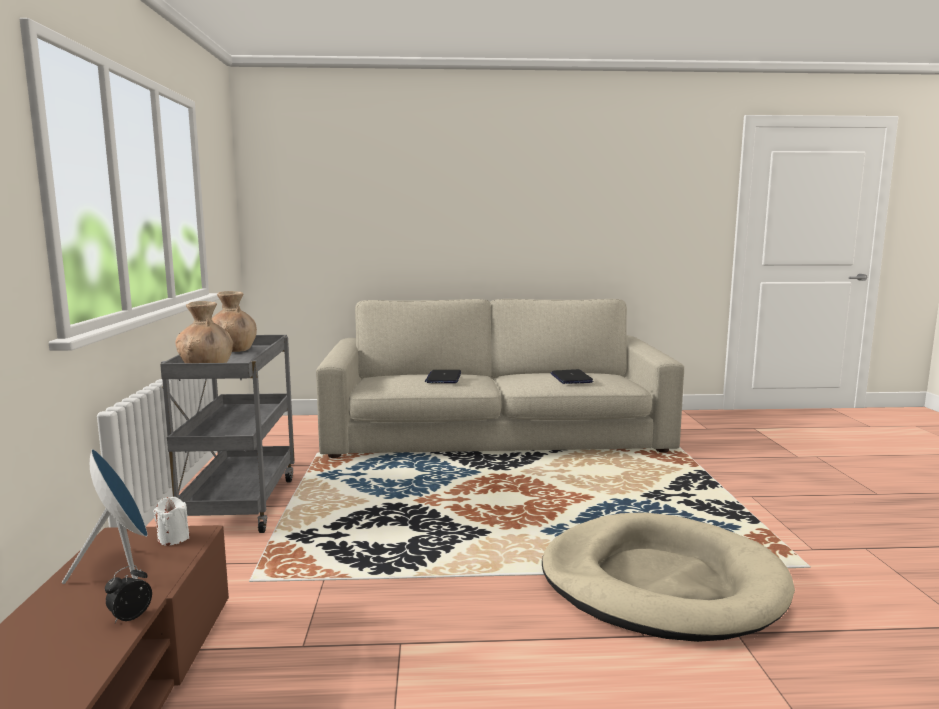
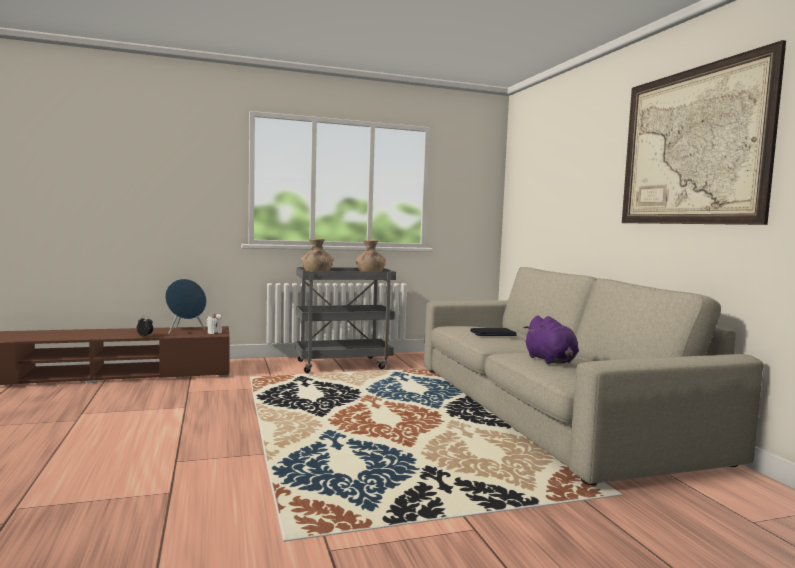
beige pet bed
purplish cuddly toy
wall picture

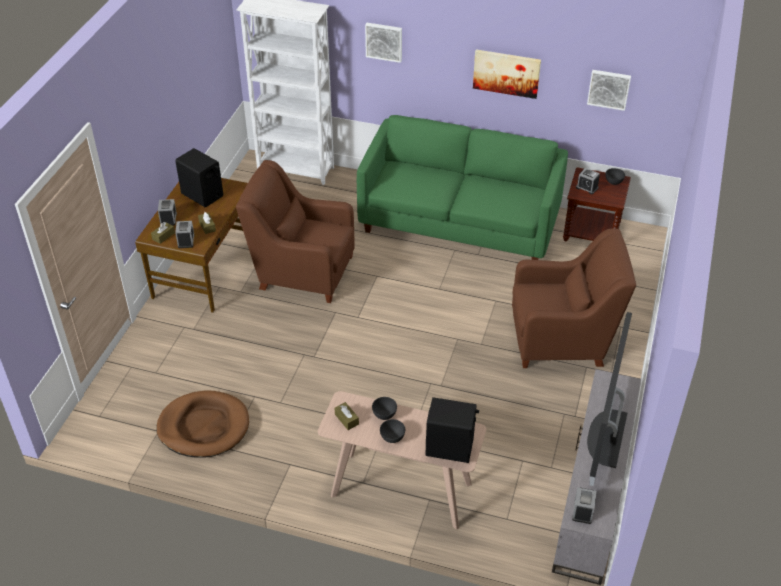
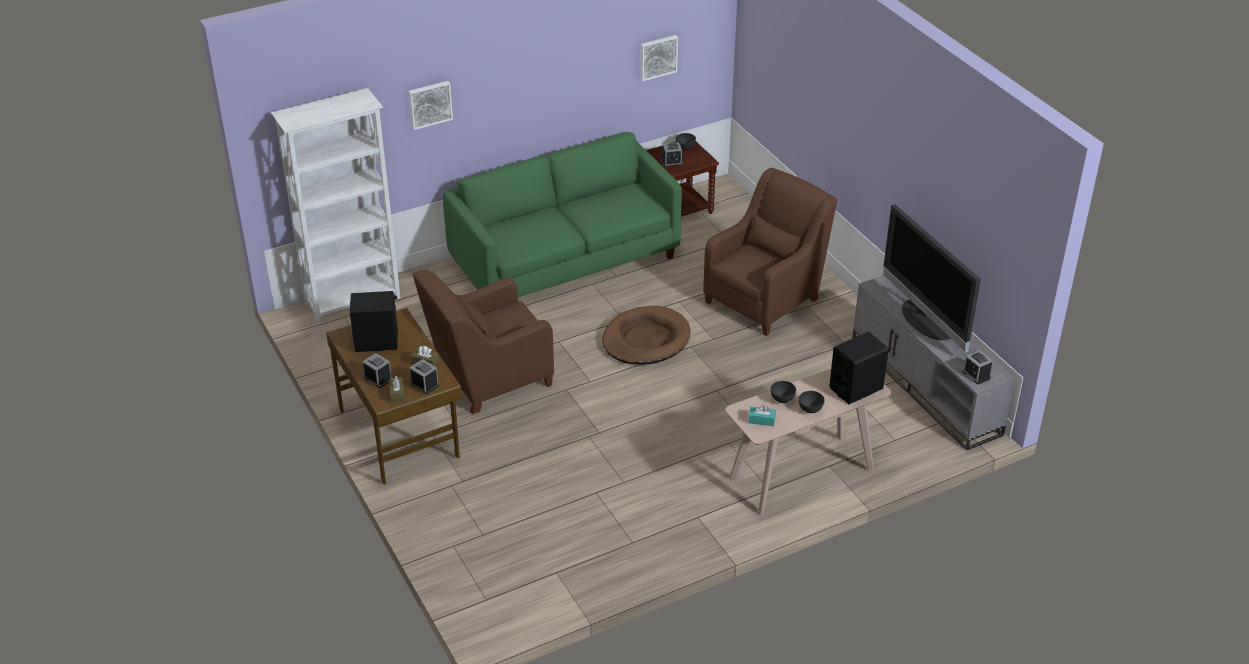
brownish pet bed
turquoise tissue box
wall picture (2nd from left in the first image)

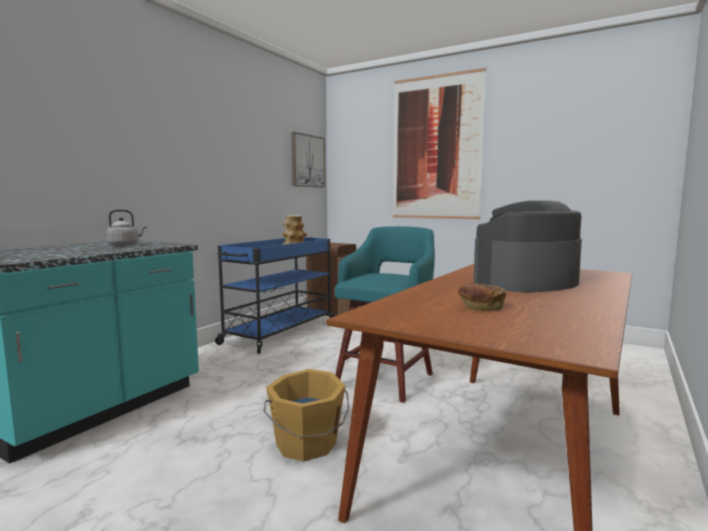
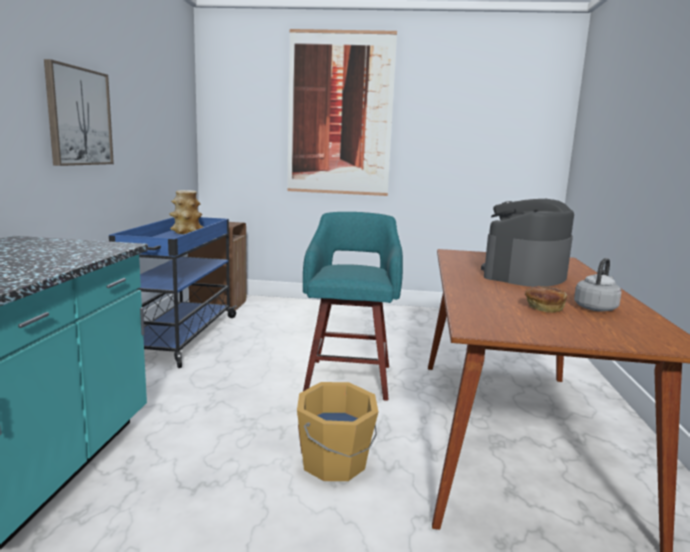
gray water kettle
wall picture (1st from left)

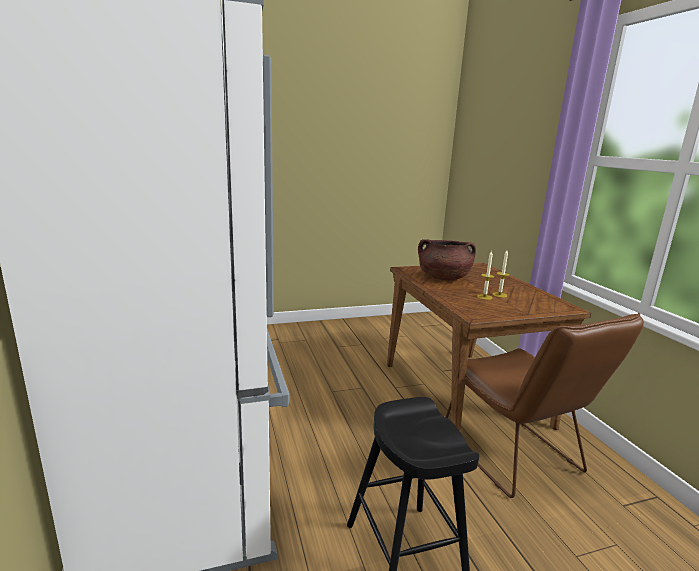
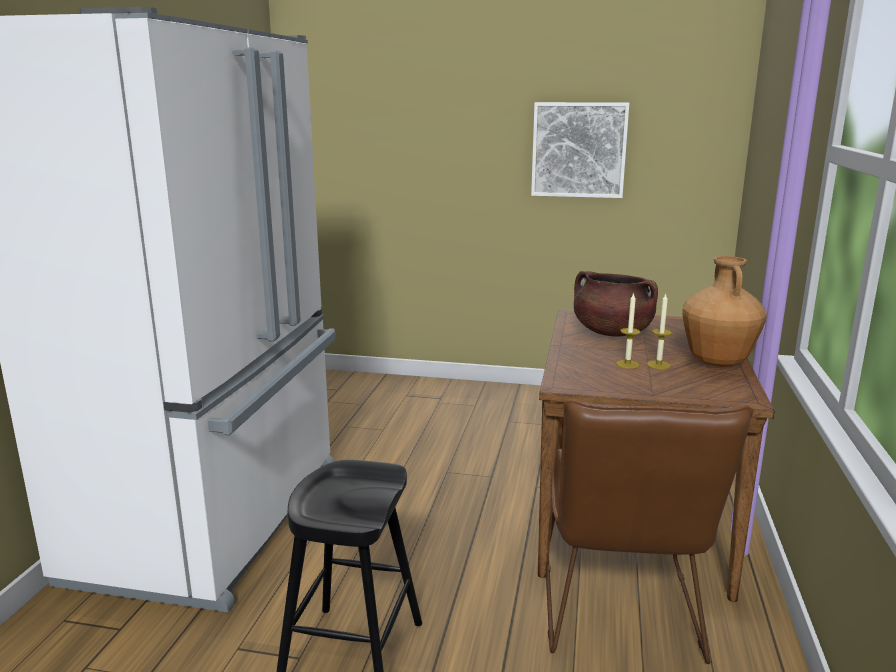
wall picture
brownish decorative vase

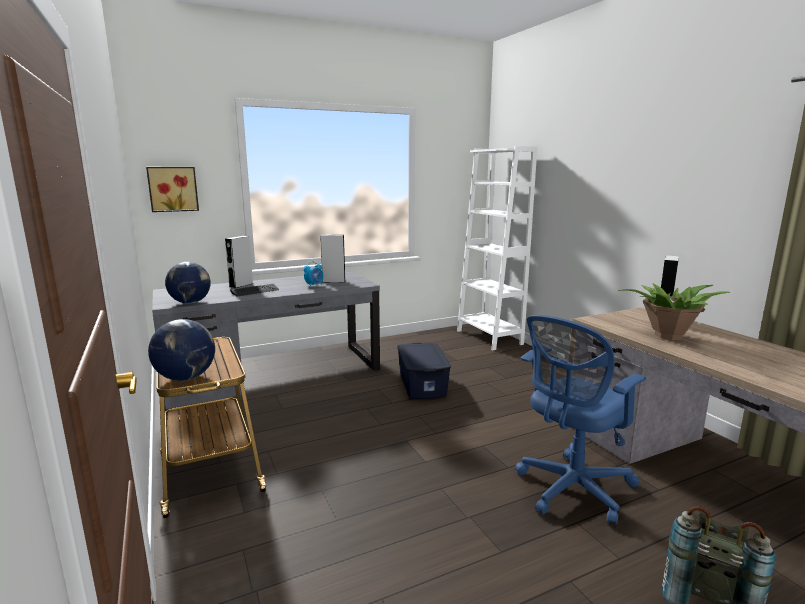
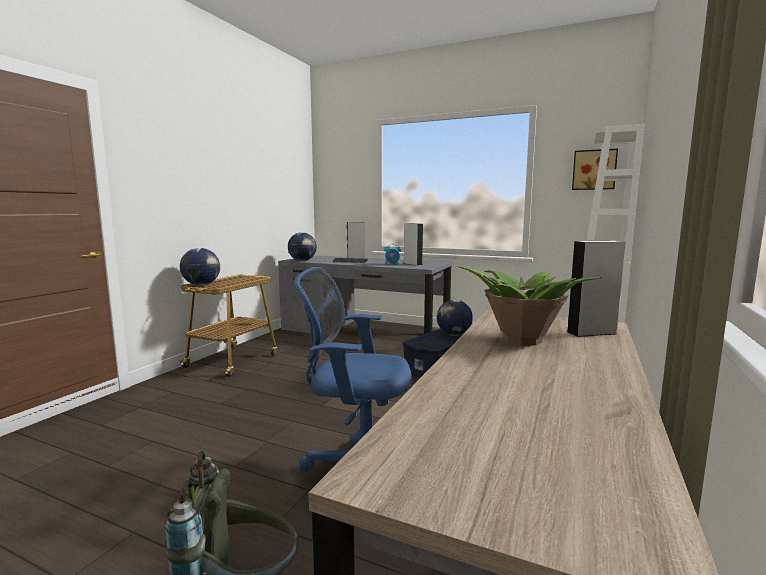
wall picture
world globe (3rd from left)

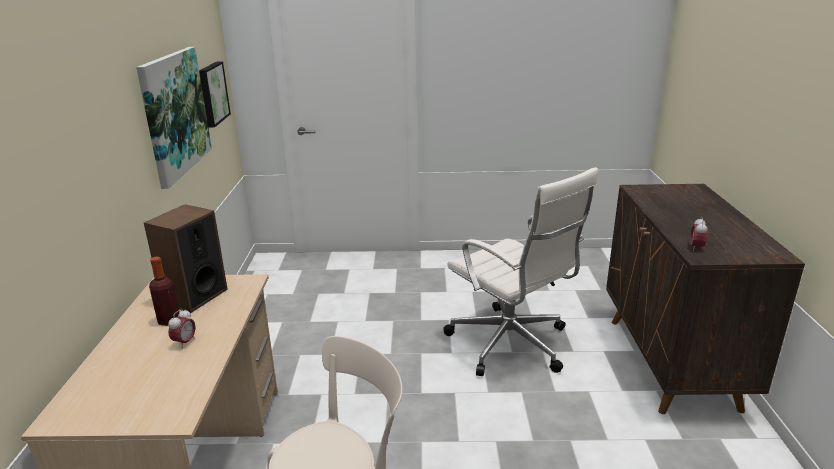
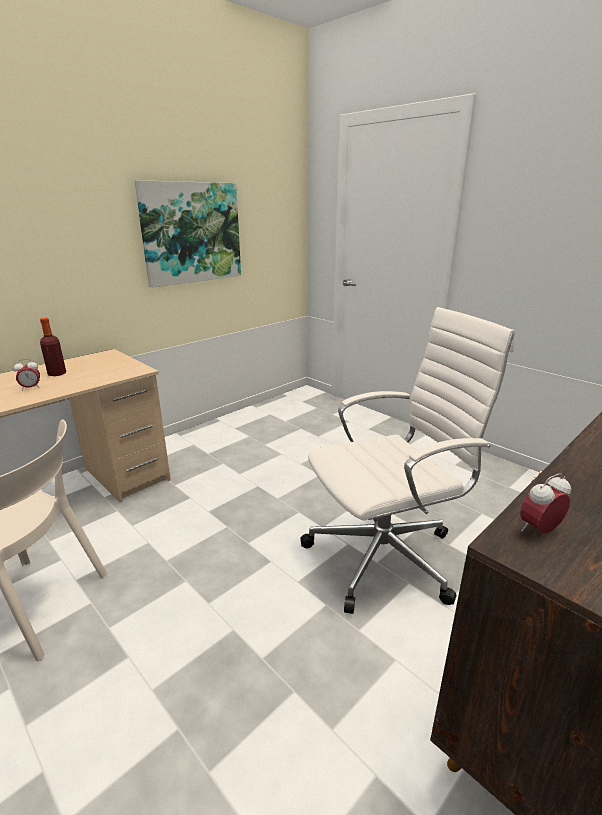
speaker
wall picture (2nd from left in the first image)
whitish office chair

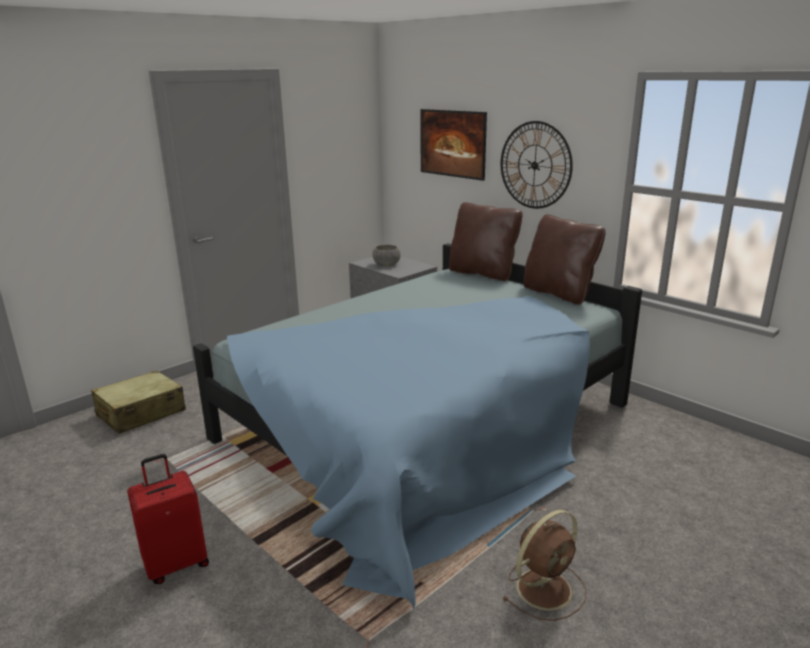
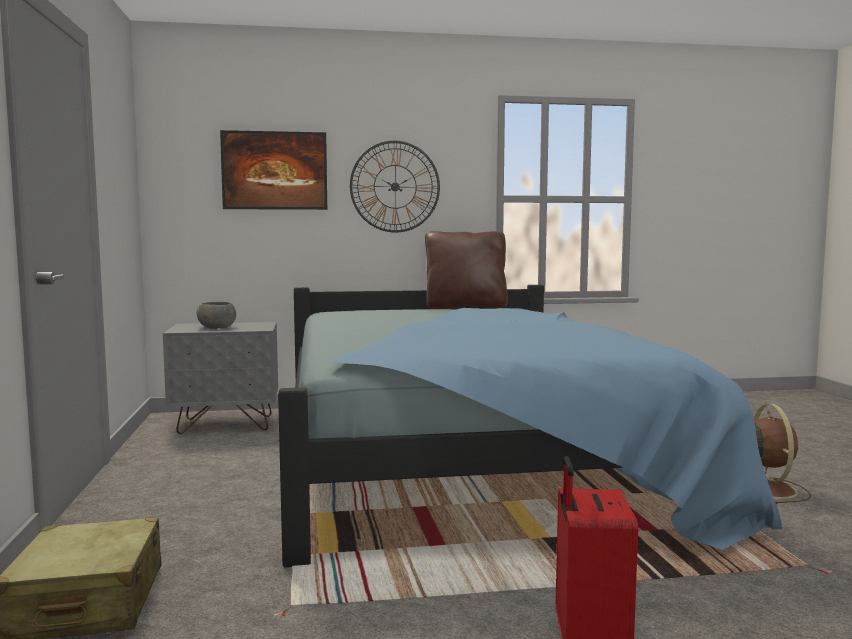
brownish cushion (1st from left in the first image)

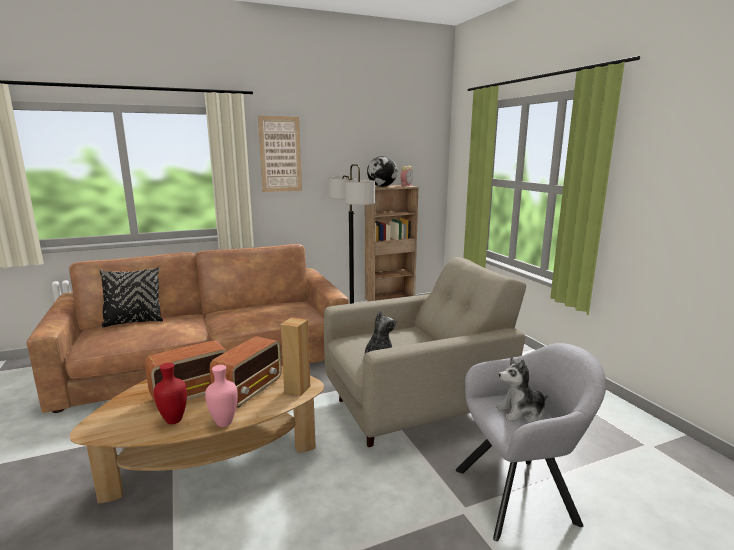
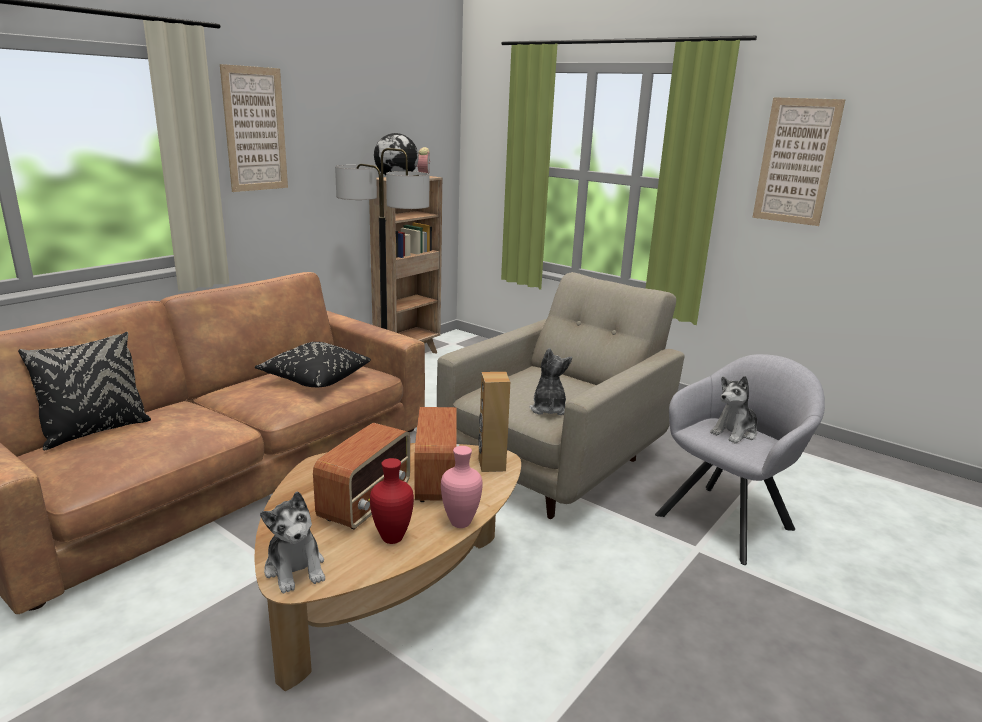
blackish cushion (2nd from left)
cuddly toy (1st from left)
wall picture (2nd from left)

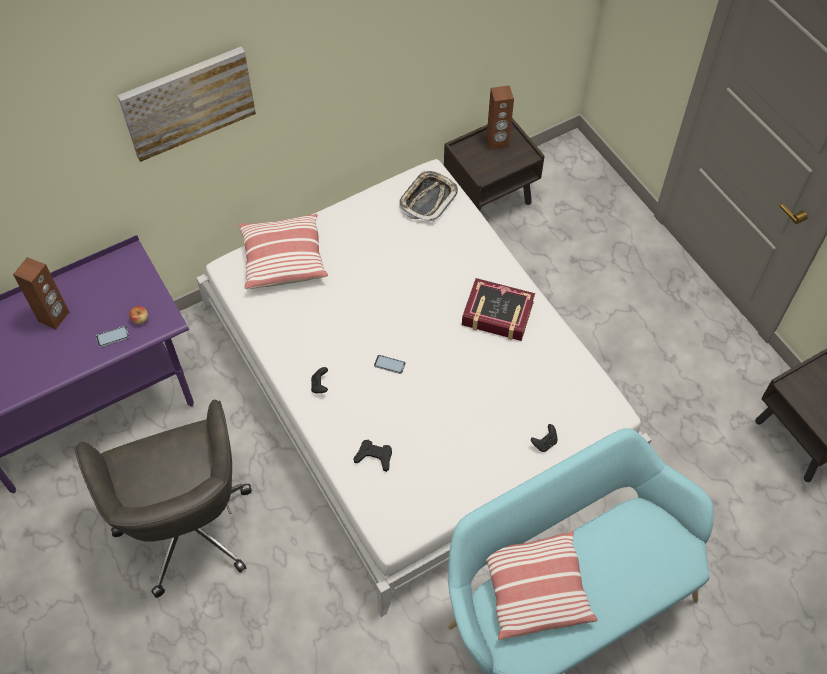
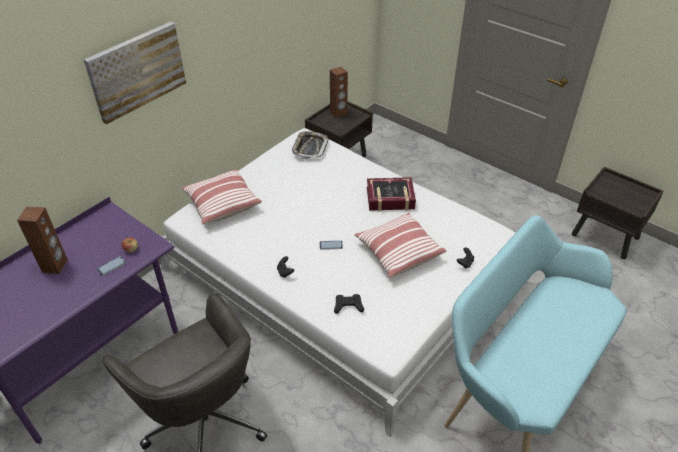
cushion (2nd from left)

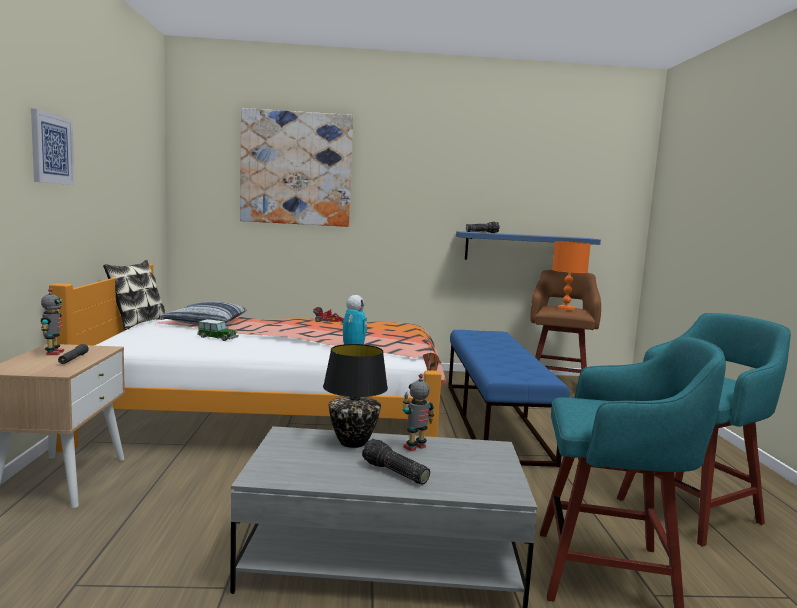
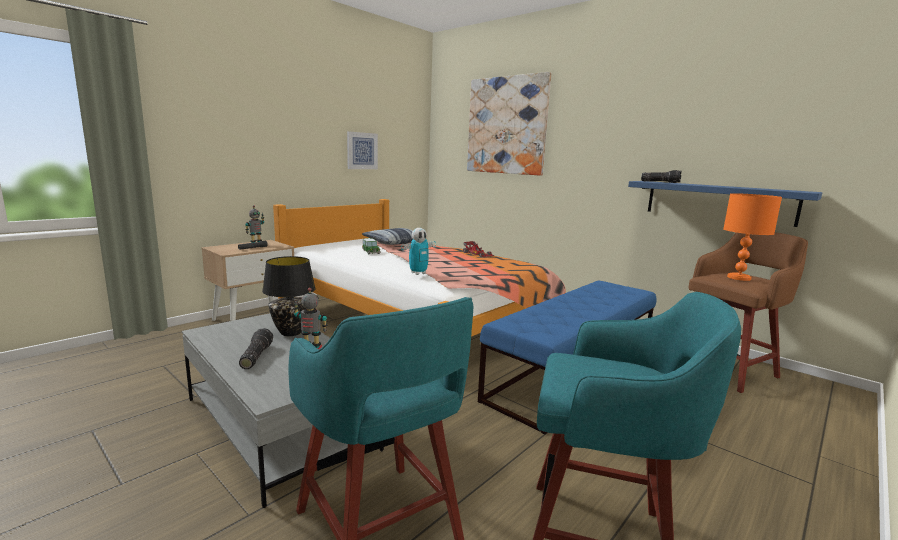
wall picture (1st from left)
cushion (1st from left in the first image)

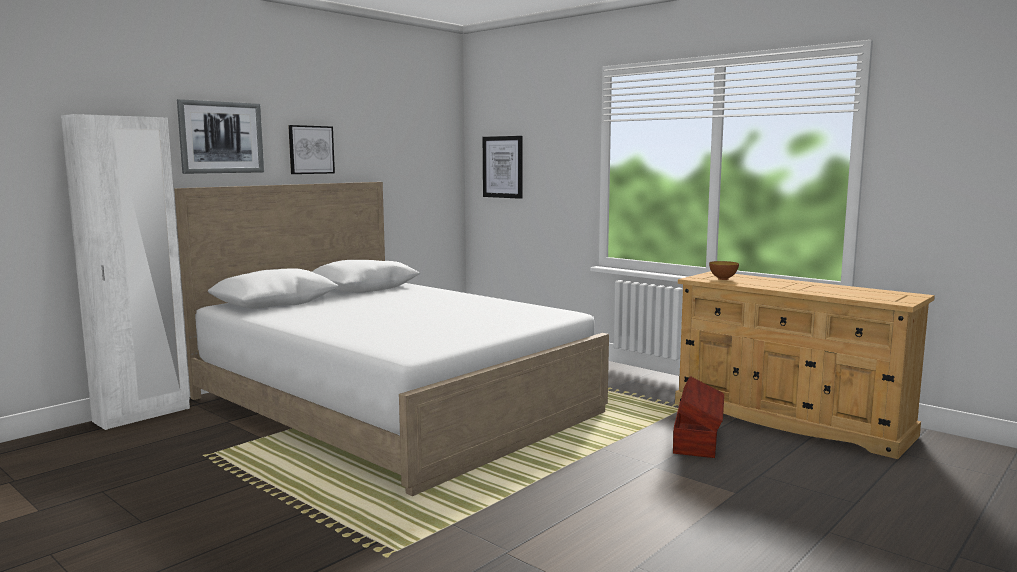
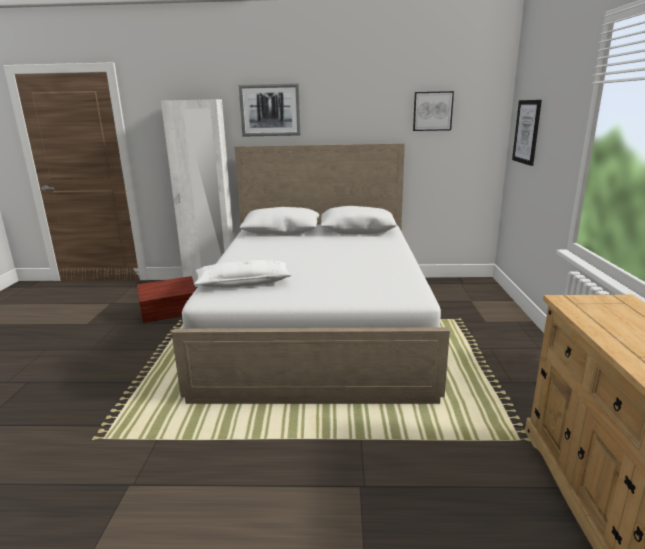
wall picture (2nd from left)
brownish storage container
bowl
whitish cushion

